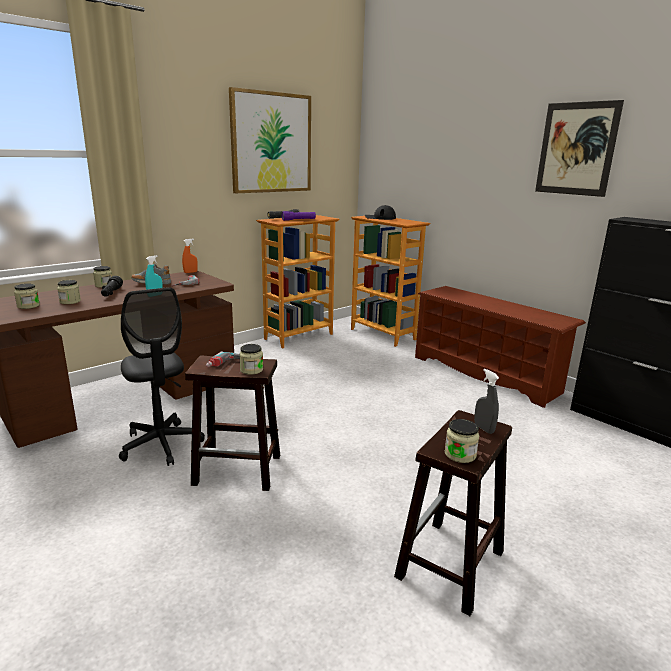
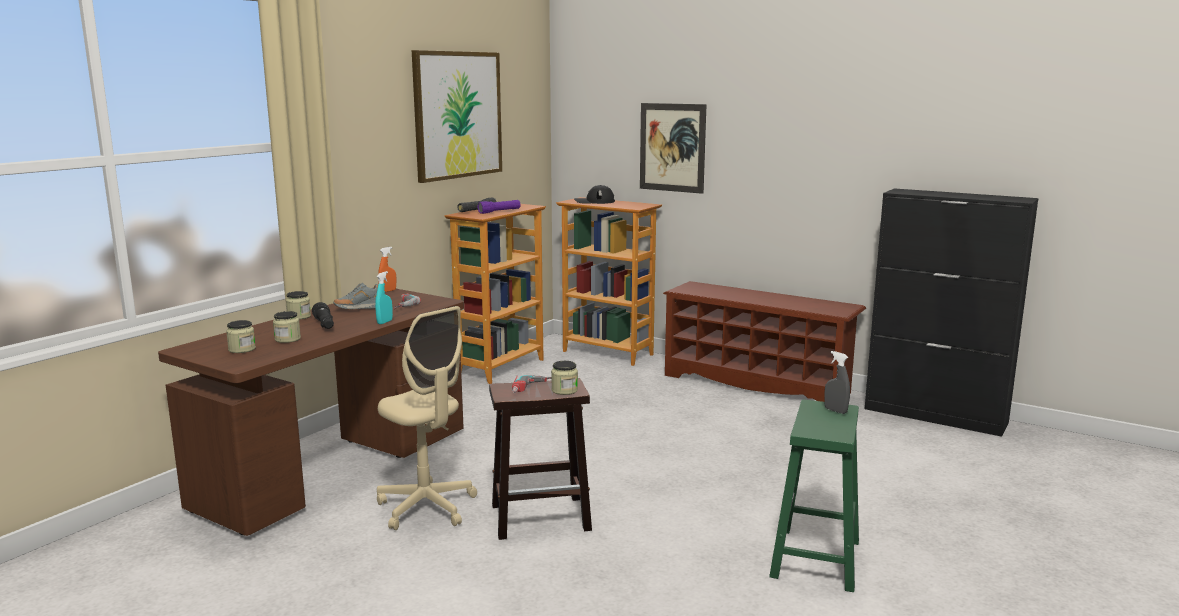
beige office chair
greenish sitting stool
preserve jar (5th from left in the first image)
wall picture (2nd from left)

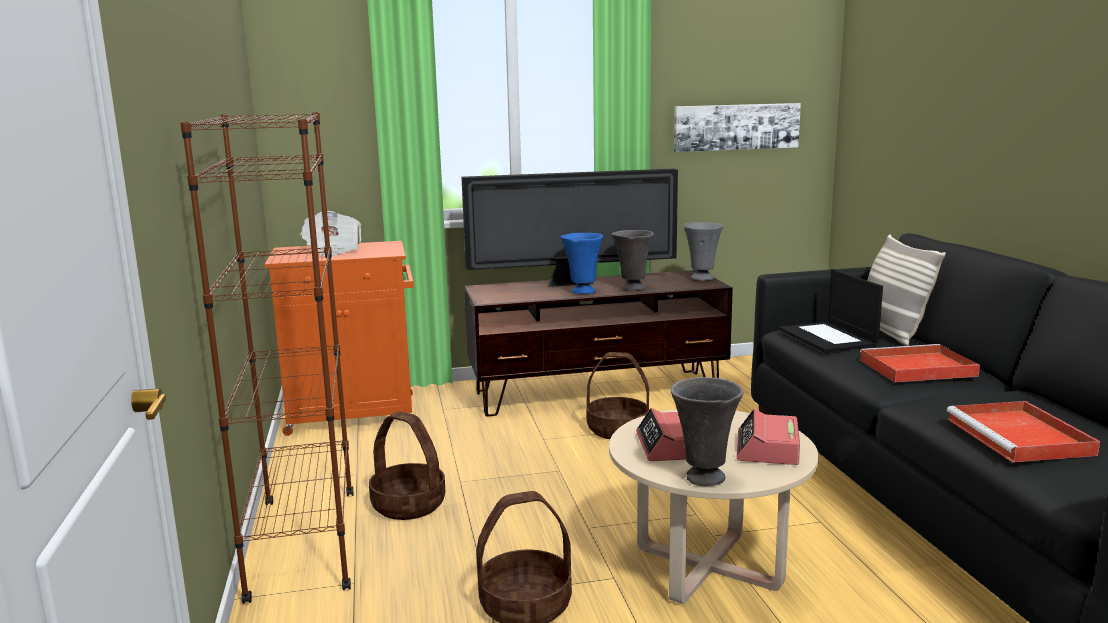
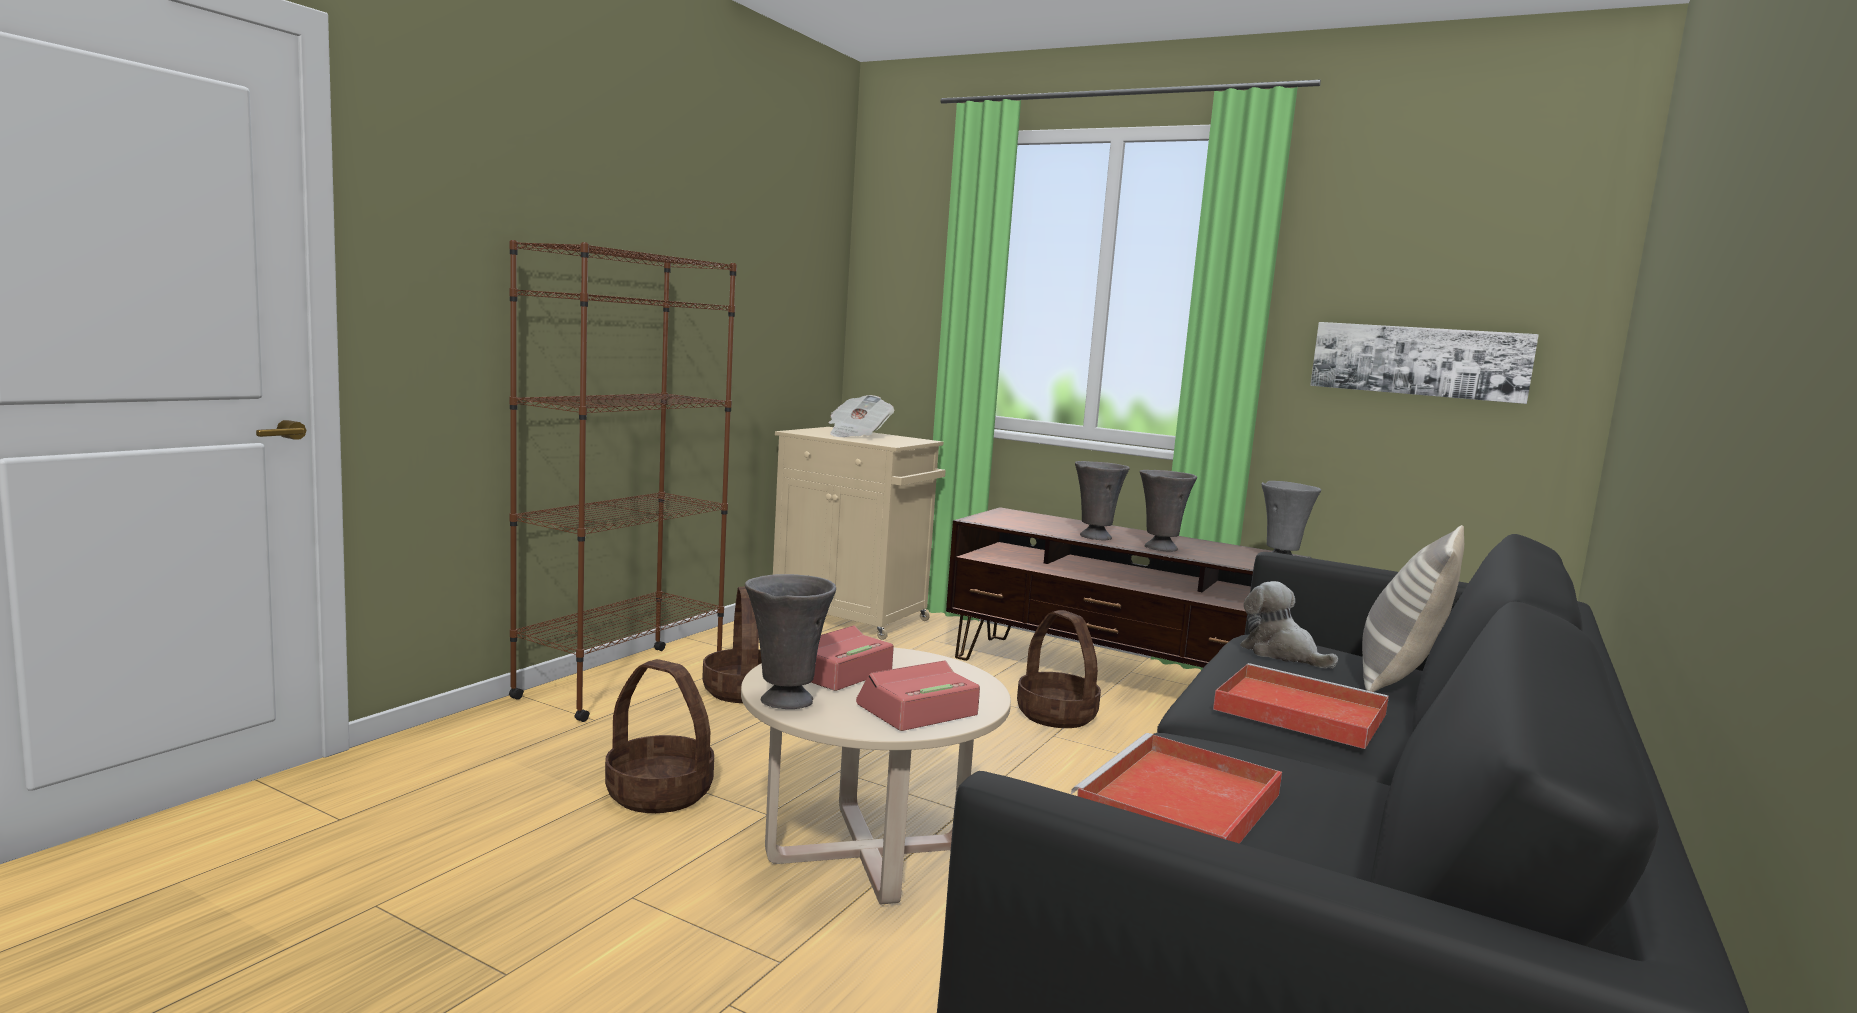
beige storage cabinet
television
gray decorative vase (2nd from left)
cuddly toy

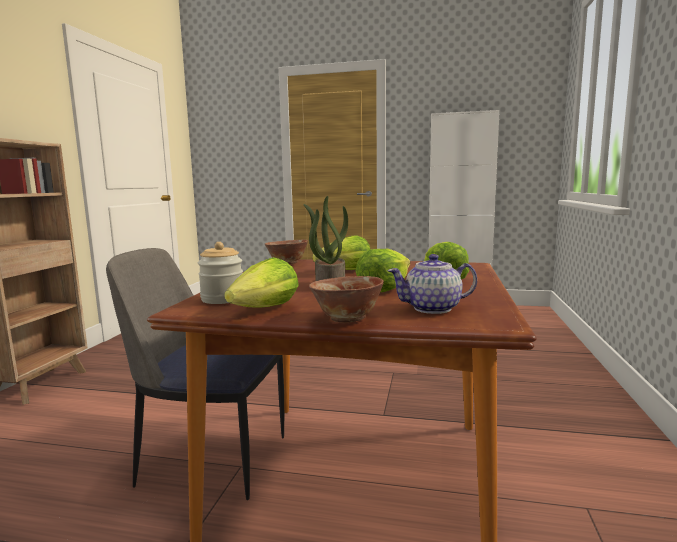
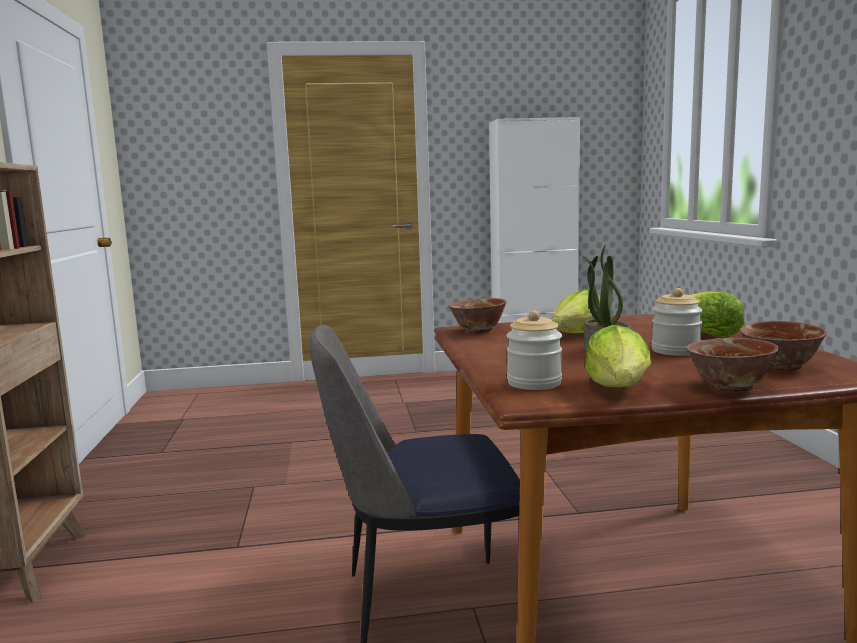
preserve jar (2nd from left)
bowl (3rd from left)

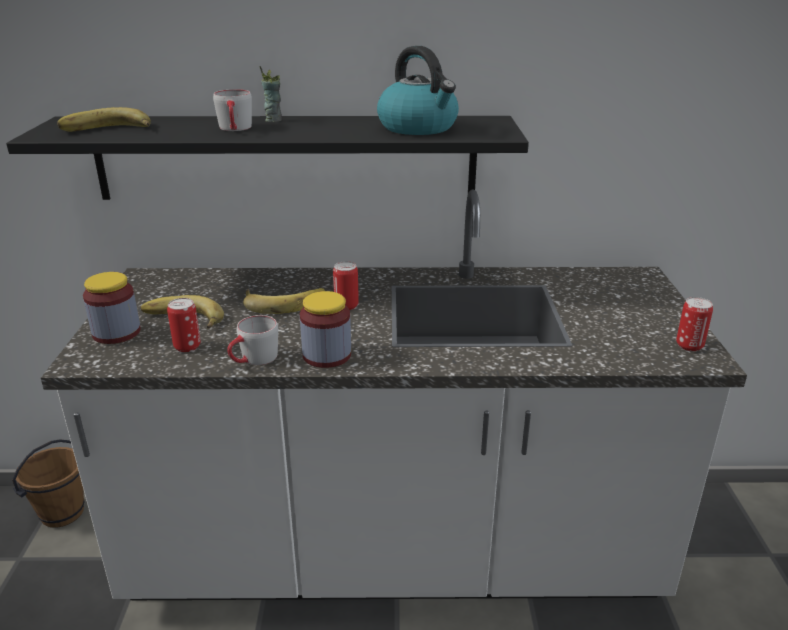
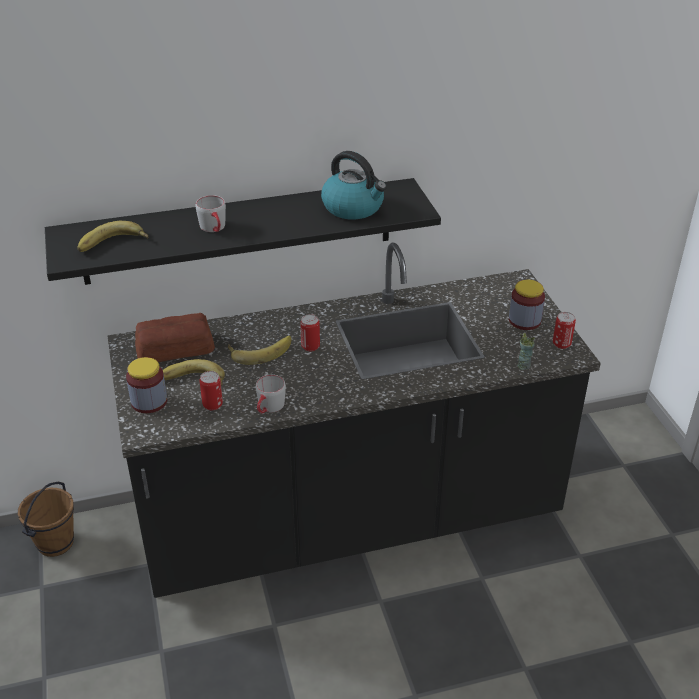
blackish kitchen base unit
small cup
preserve jar (2nd from left)
bakery bread

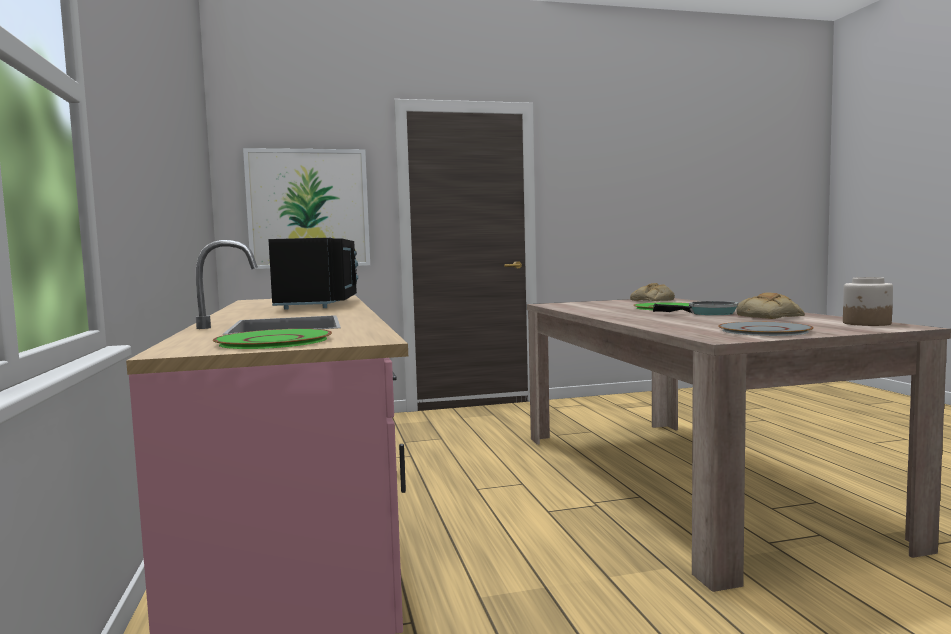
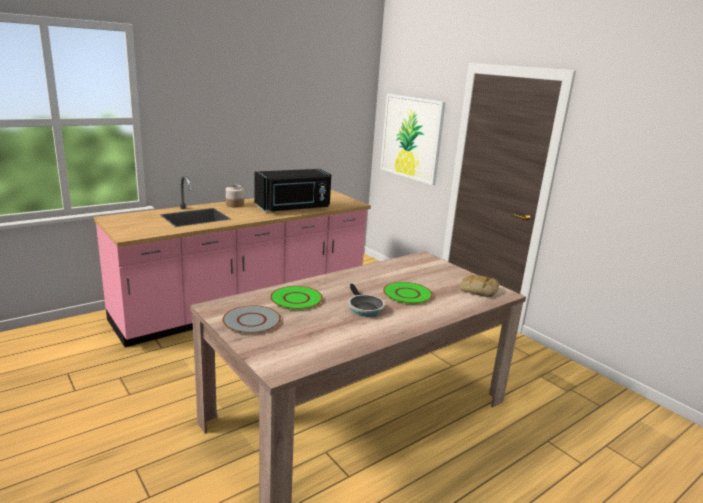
greenish plate (1st from left)
bakery bread (2nd from left in the first image)
preserve jar

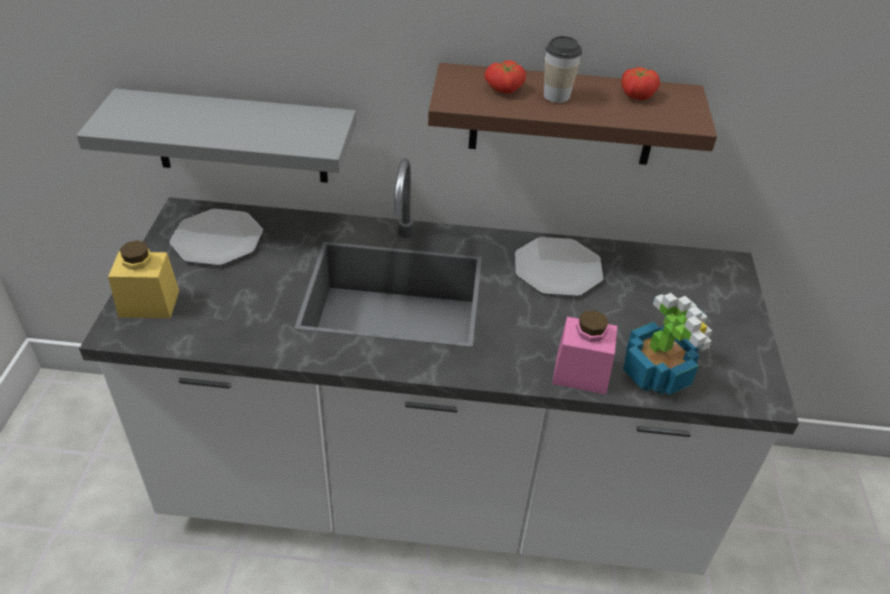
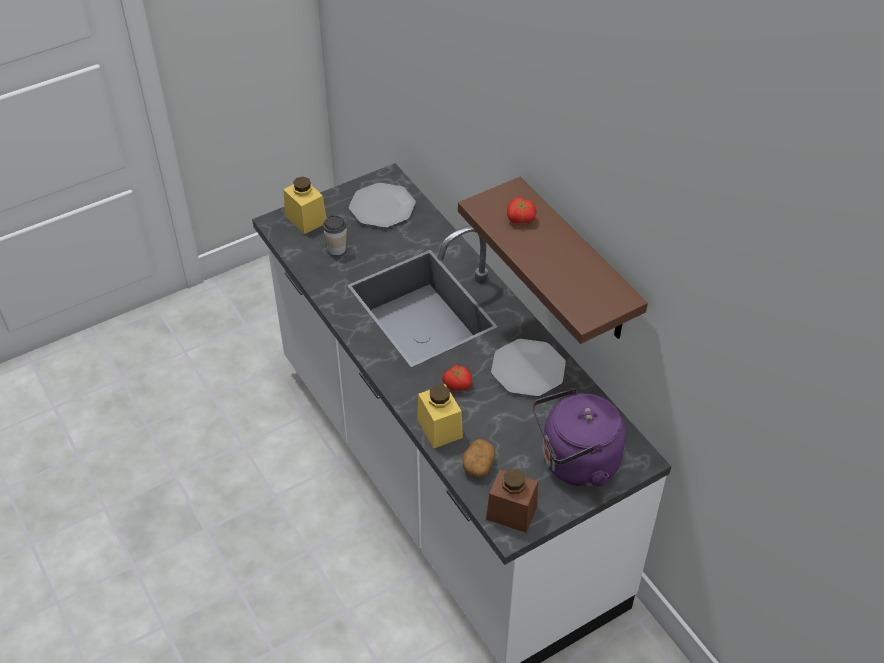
gray wall shelf
small cup
yellow preserve jar (2nd from left)
whole tomato (1st from left)
spud
brownish preserve jar
purplish water kettle

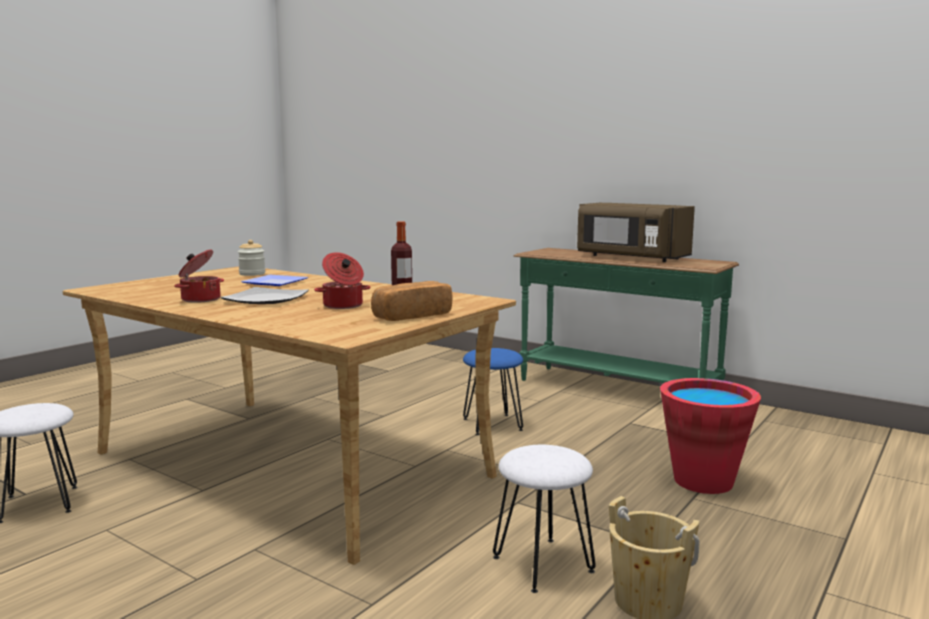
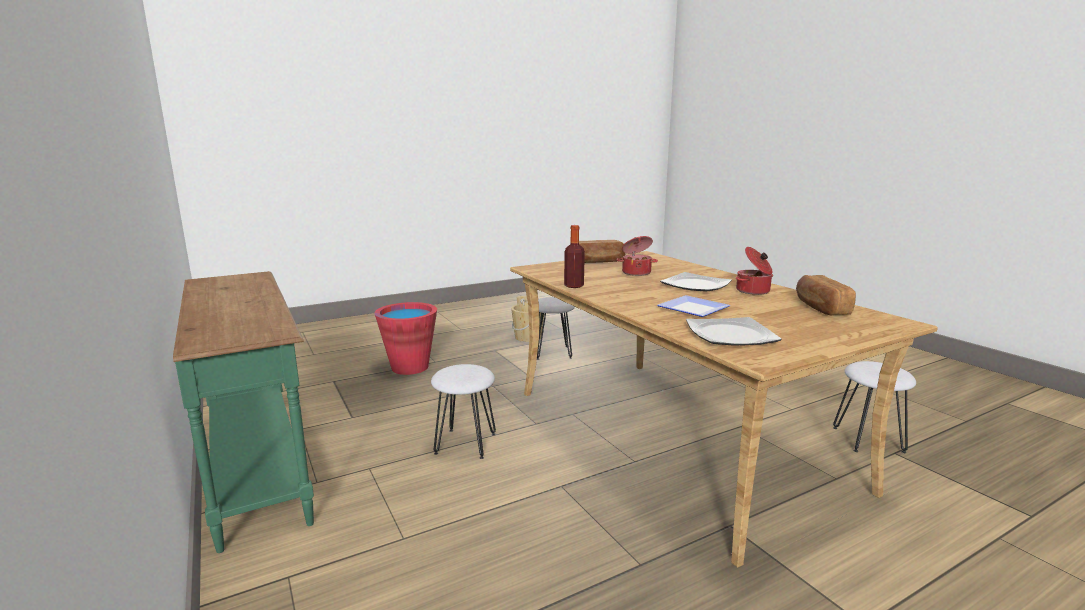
plate (3rd from left)
whitish sitting stool (1st from left)
brownish microwave
bakery bread (2nd from left)

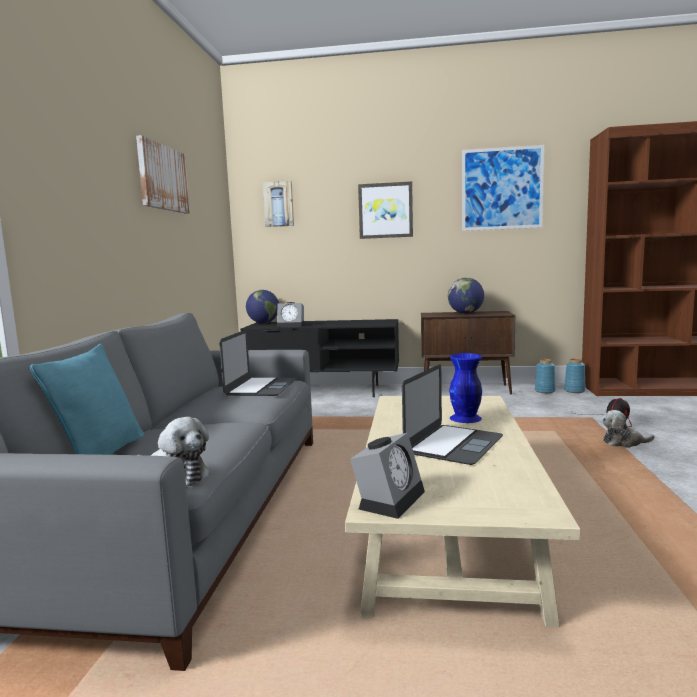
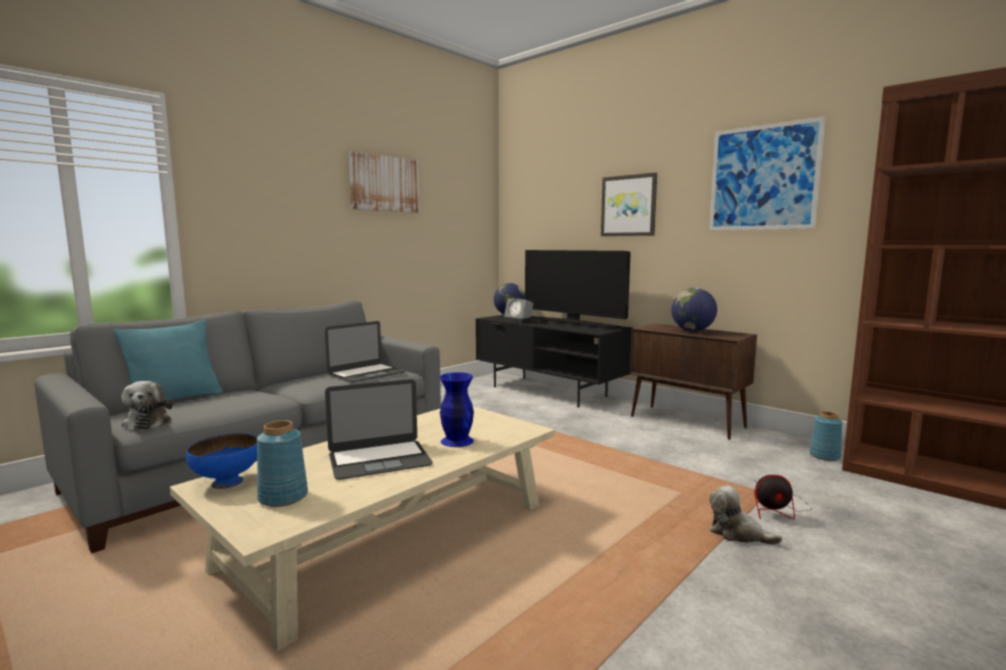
wall picture (2nd from left in the first image)
blue bowl
blue decorative vase (1st from left)
television

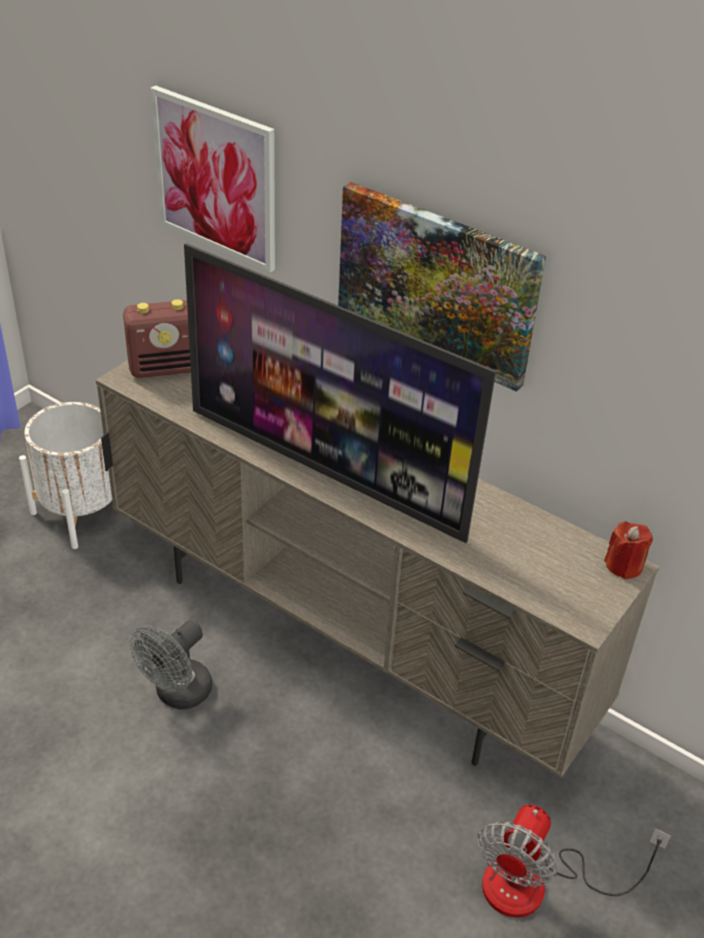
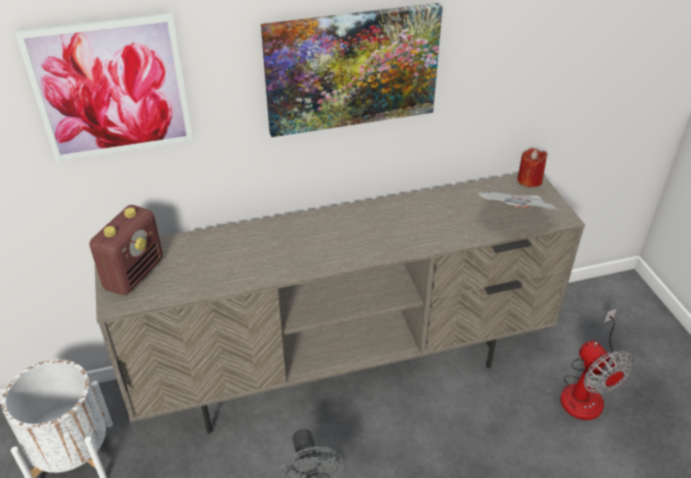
television
daily paper

